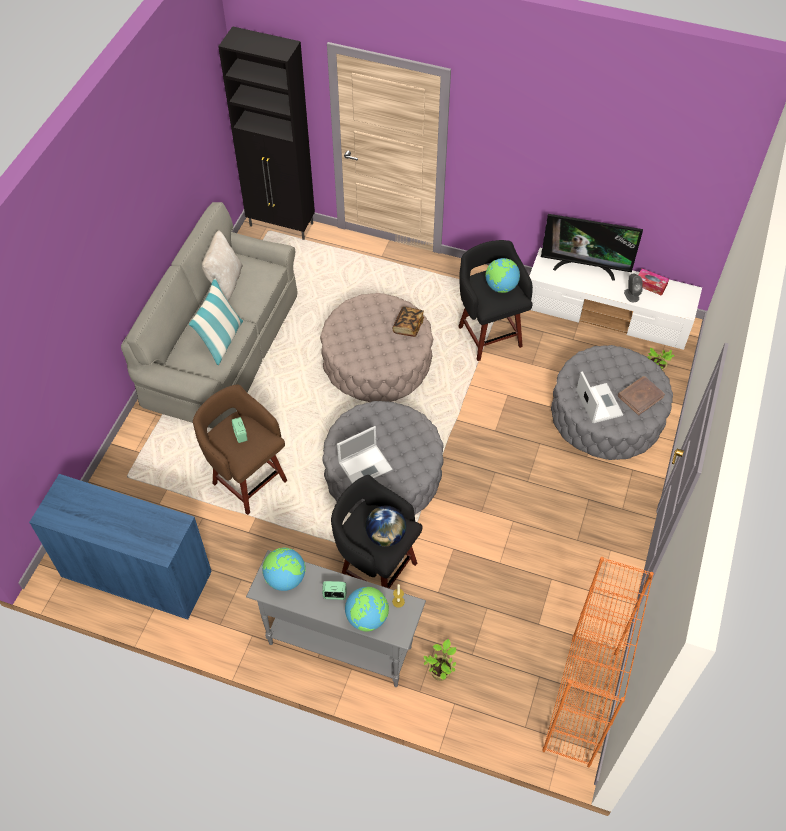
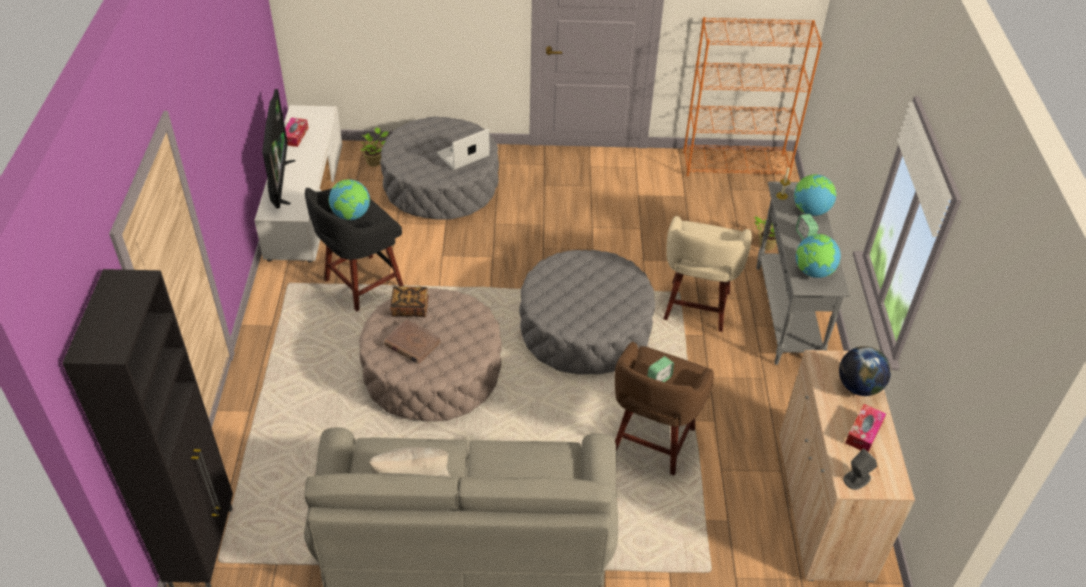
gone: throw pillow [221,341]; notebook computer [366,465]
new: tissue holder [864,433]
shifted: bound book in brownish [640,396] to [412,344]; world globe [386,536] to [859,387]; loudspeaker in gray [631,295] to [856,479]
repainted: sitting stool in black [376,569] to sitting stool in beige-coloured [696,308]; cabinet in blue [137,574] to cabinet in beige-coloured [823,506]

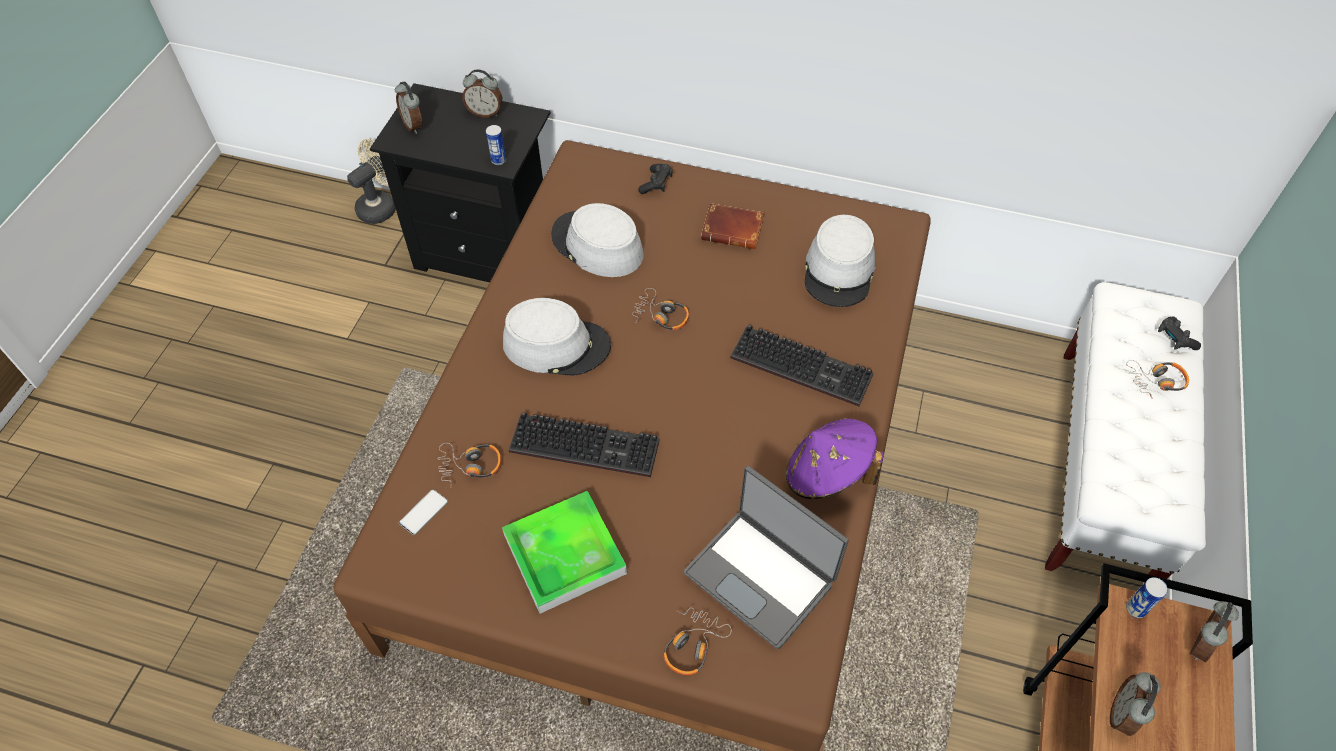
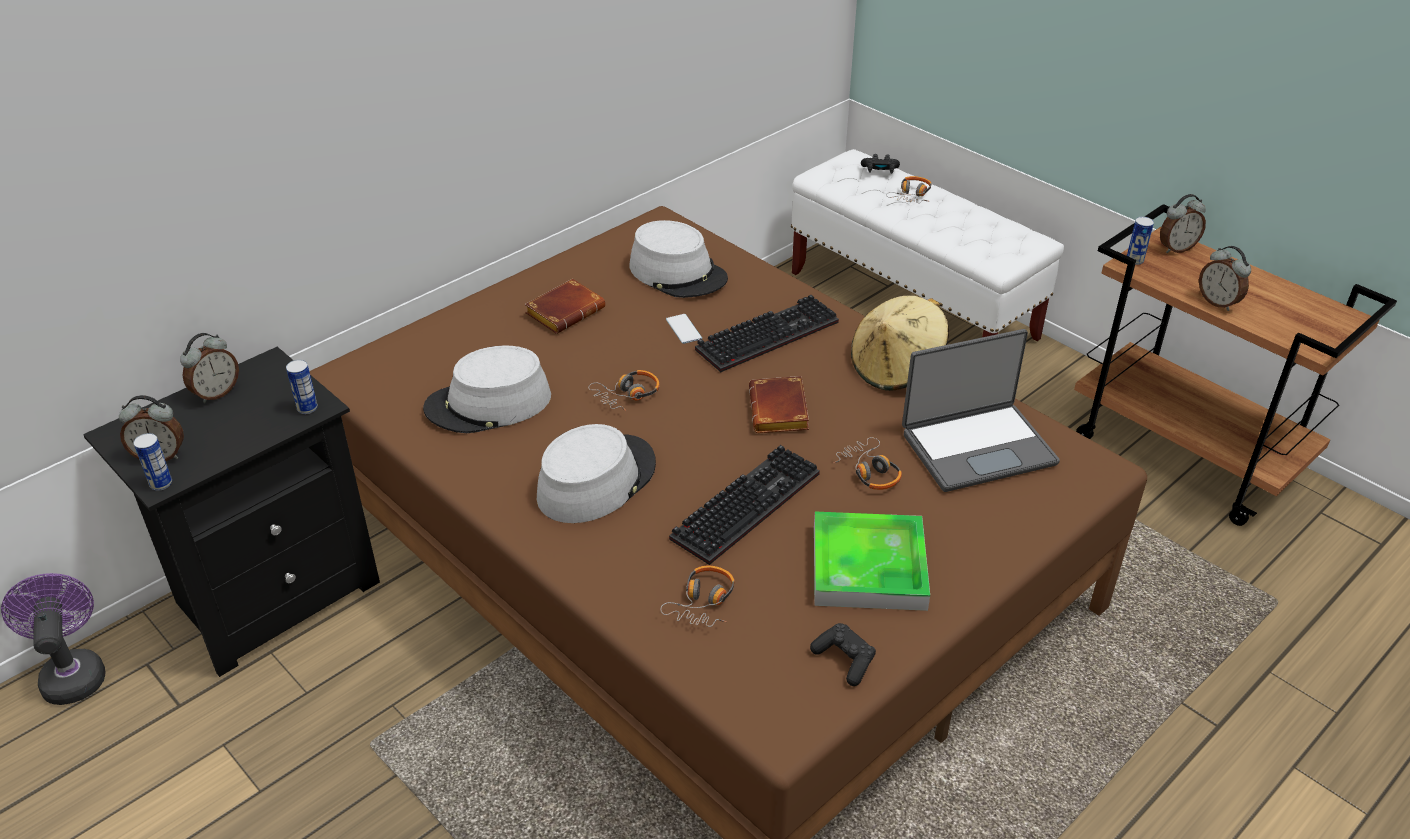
new: sealed can [161,483]; bound book in brownish [781,412]
shifted: telephone [423,512] to [683,329]; game controller in black [656,184] to [844,660]; headset [692,645] to [869,471]
repainted: fan in beige-coloured [381,206] to fan in purplish [73,673]; hat in purplish [827,474] to hat in beige-coloured [896,368]
rotated: alarm clock [1197,643] = [1176,248] 90 degrees clockwise

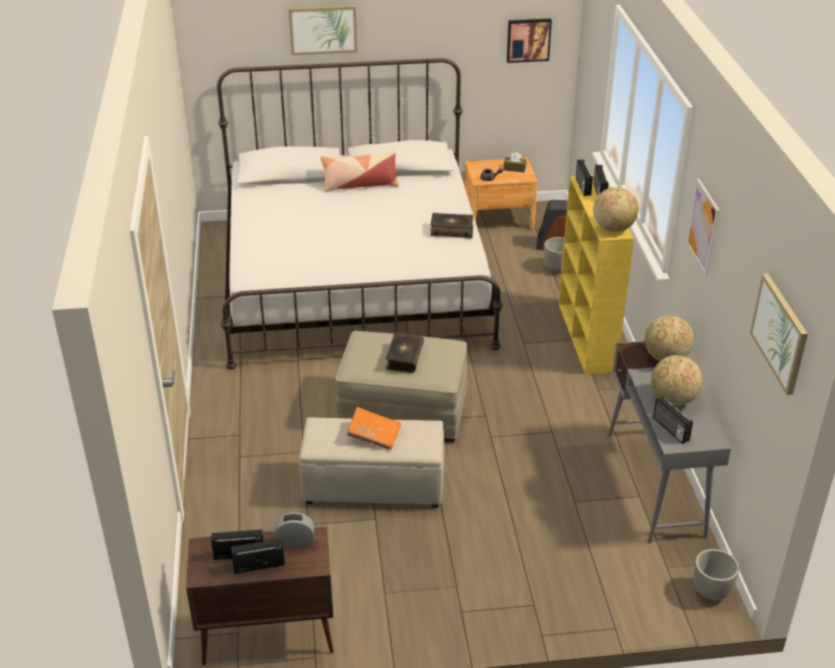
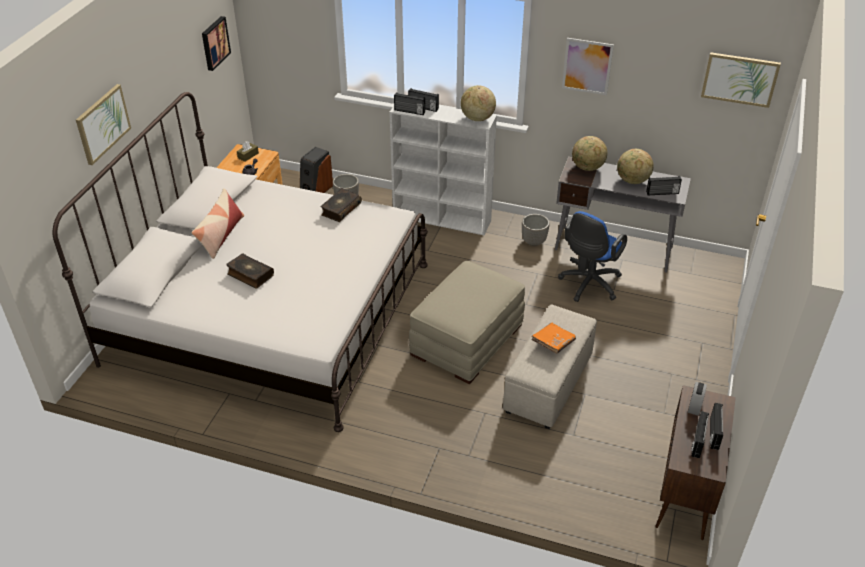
new: computer chair in blue [588,285]
shifted: bound book [403,358] to [250,275]; flower pot [711,592] to [534,242]
repainted: bookcase in yellow [587,337] to bookcase in white [443,219]

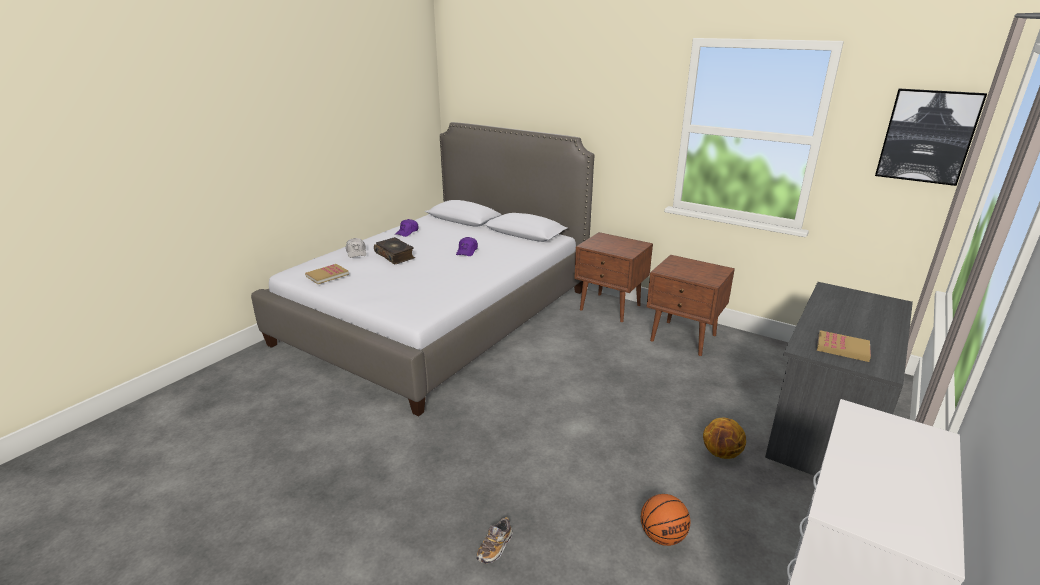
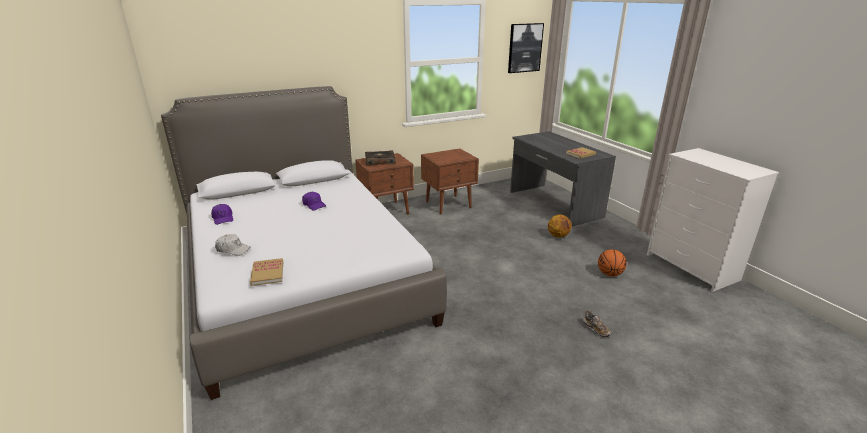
shifted: bound book [395,255] to [380,162]

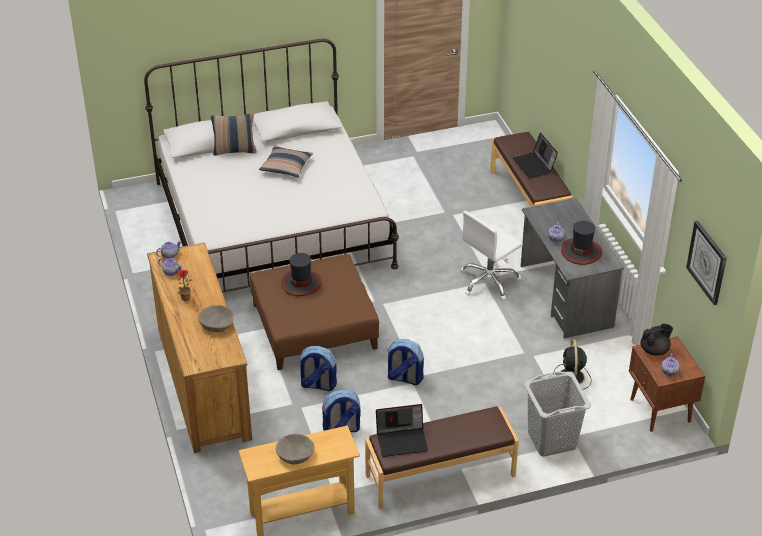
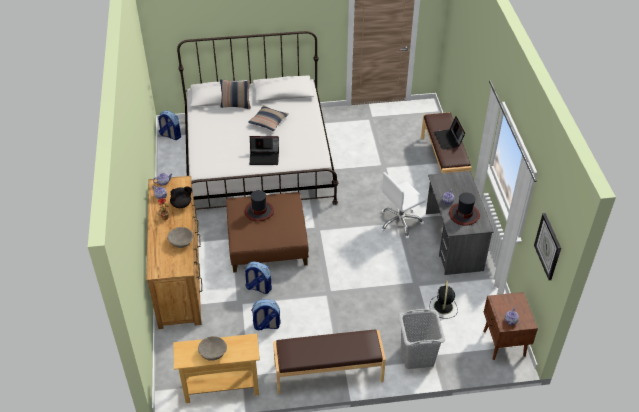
shifted: knapsack [404,378] to [170,135]; pot for tea in black [654,350] to [182,204]; notebook computer [402,440] to [264,157]

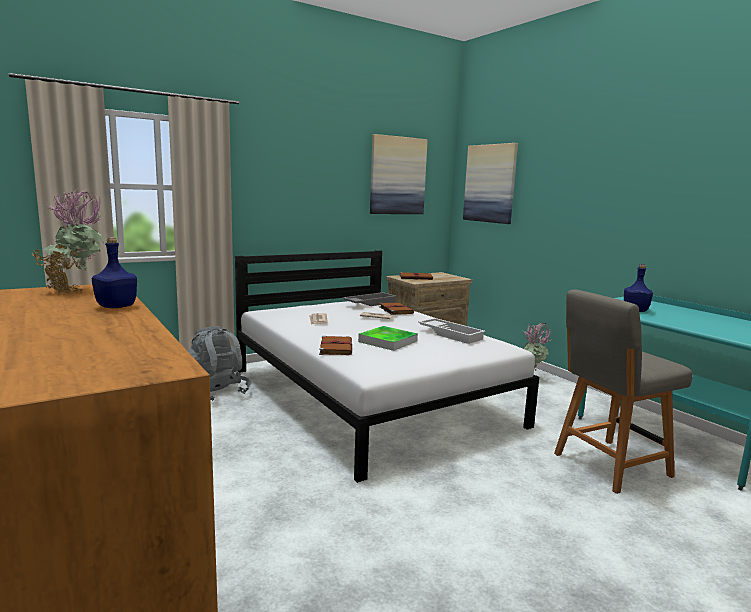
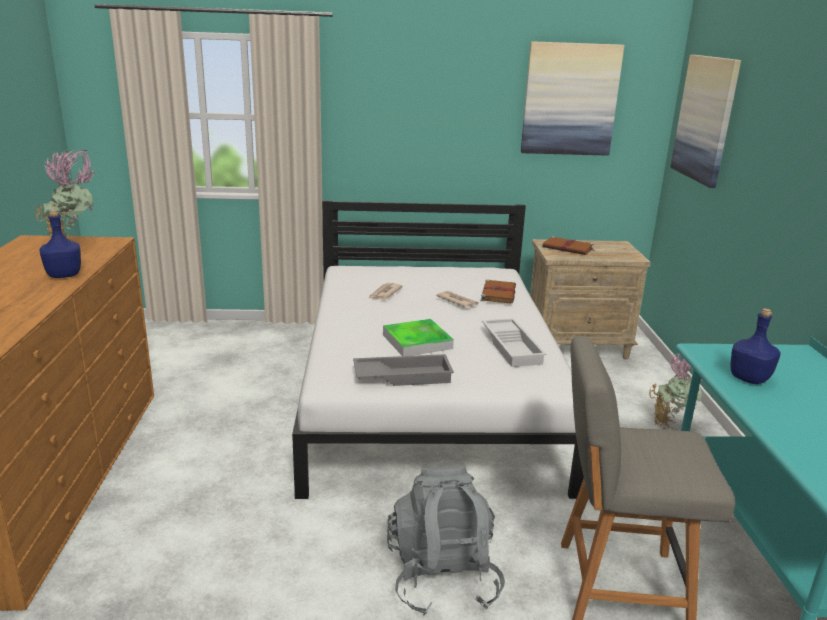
gone: bound book in brownish [336,347]
shifted: serving tray in gray [369,303] to [403,376]; knapsack in gray [215,392] to [442,577]

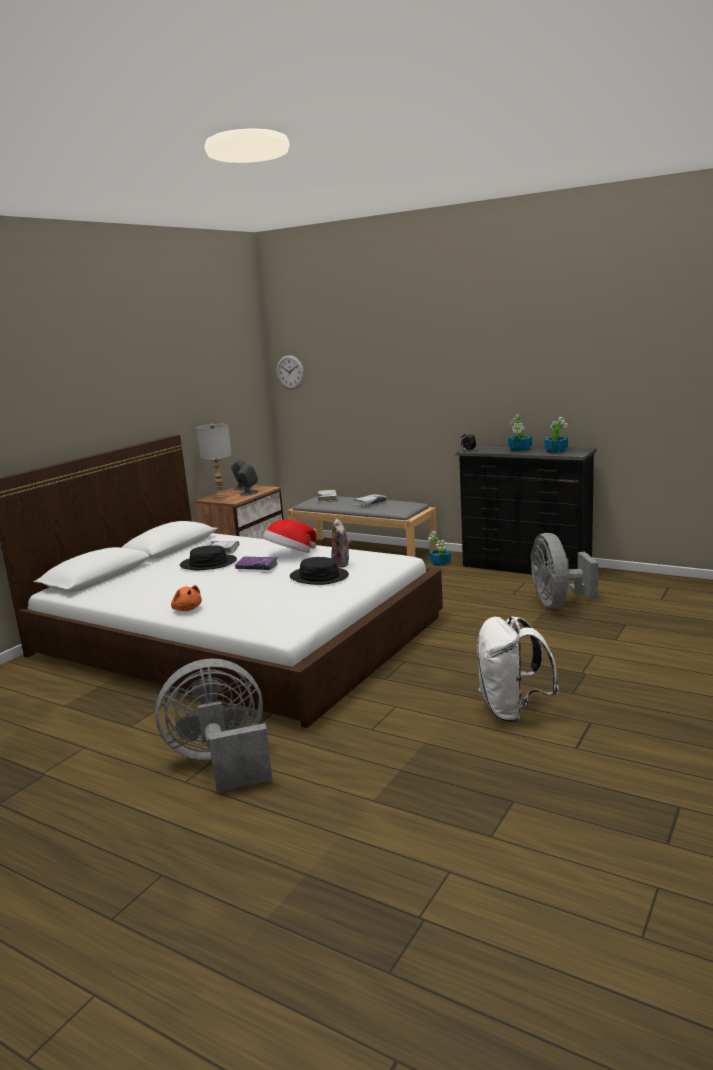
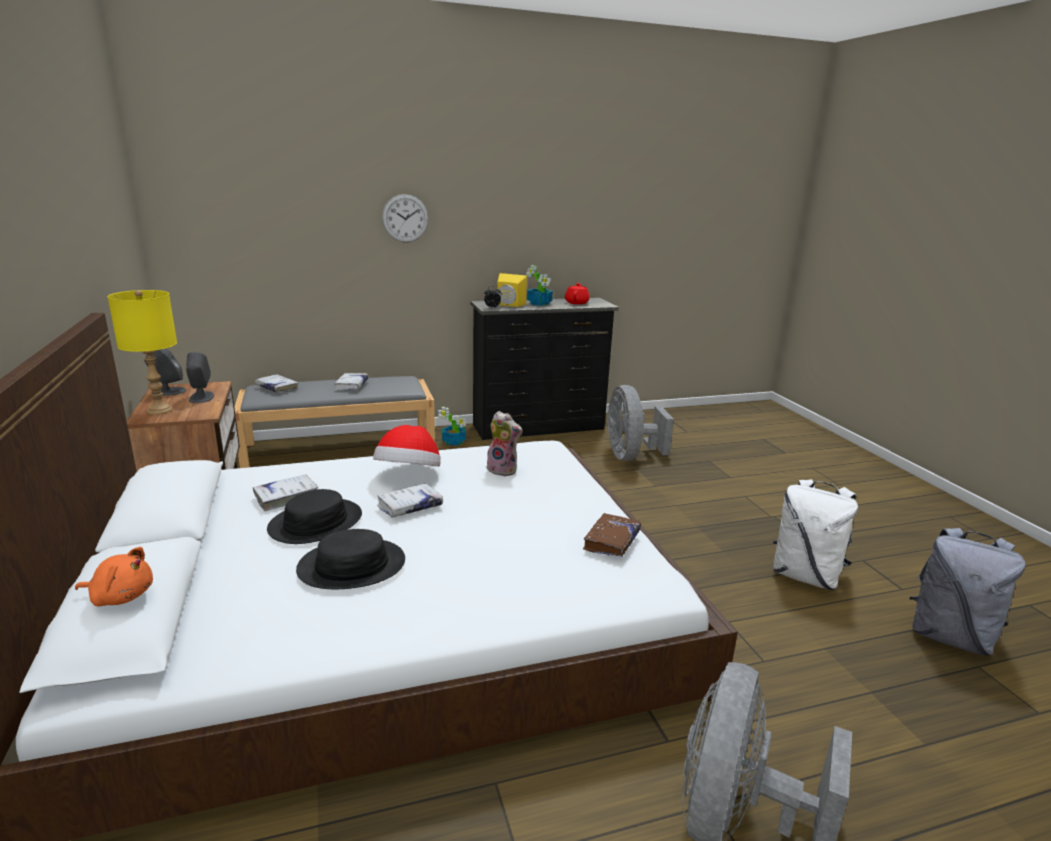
new: loudspeaker in yellow [509,305]; bound book in brownish [611,541]; knapsack in gray [949,636]
shifted: soft toy in orange [187,609] to [121,596]; hat in black [319,577] to [352,566]; wall clock [290,372] to [405,218]
swapped: houseplant [556,451] to pot for tea in reddish [577,302]
repainted: tabletop lamp in gray [220,496] to tabletop lamp in yellow [159,410]; bound book in purplish [257,567] to bound book in white [410,506]
rotated: fan in gray [558,603] = [630,456] 45 degrees clockwise

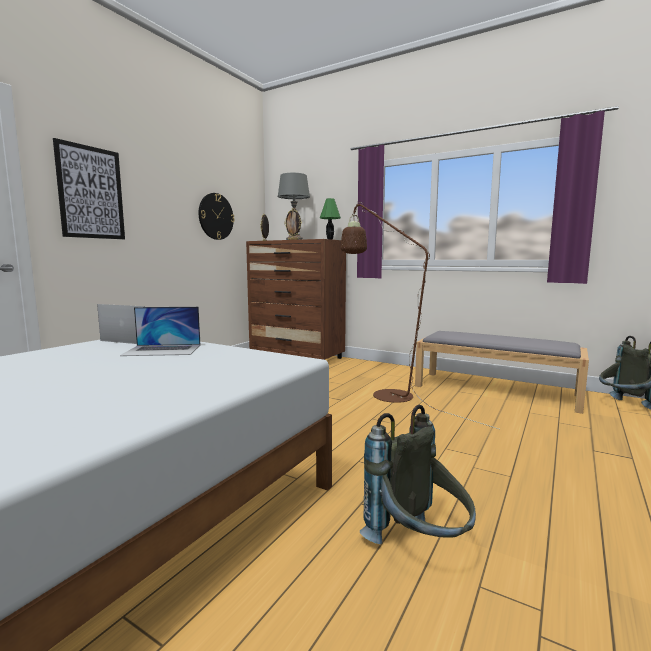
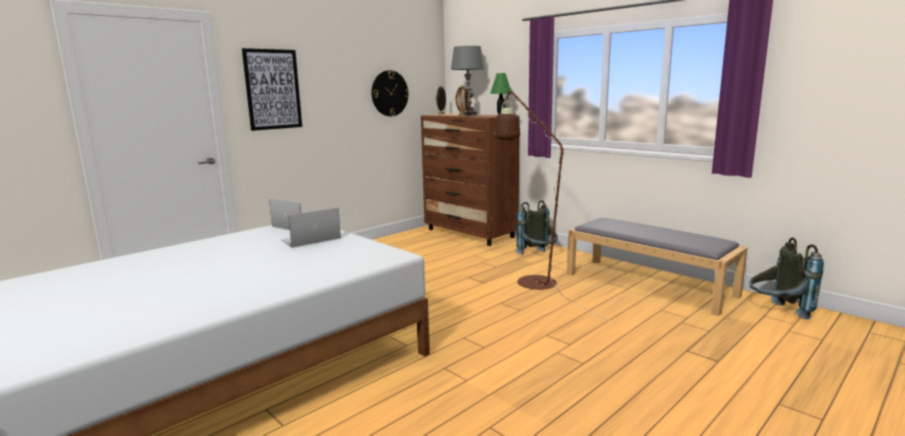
shifted: knapsack in gray [419,546] to [537,256]
rotated: notebook computer [163,350] = [310,239] 135 degrees clockwise

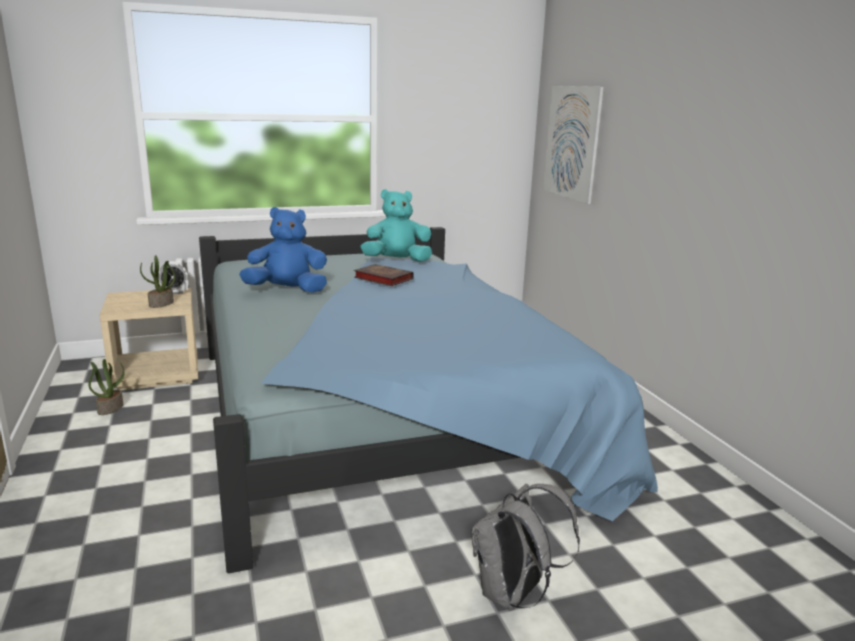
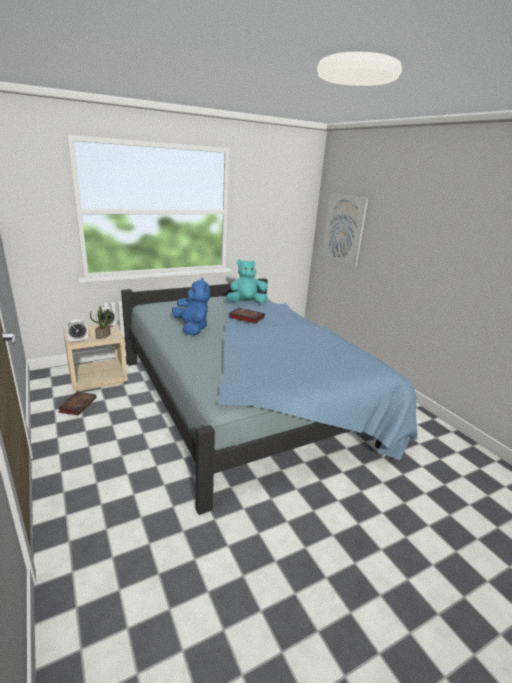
gone: knapsack in gray [513,595]
new: alarm clock [78,340]
swapped: houseplant [110,408] to bound book [78,405]
rotated: soft toy in blue [287,290] = [192,328] 75 degrees clockwise

